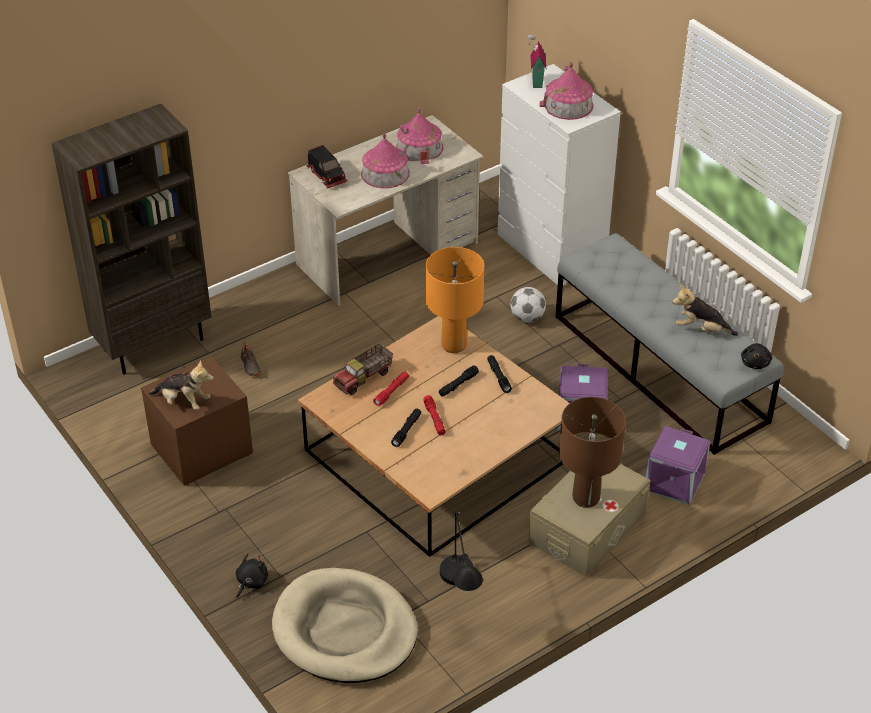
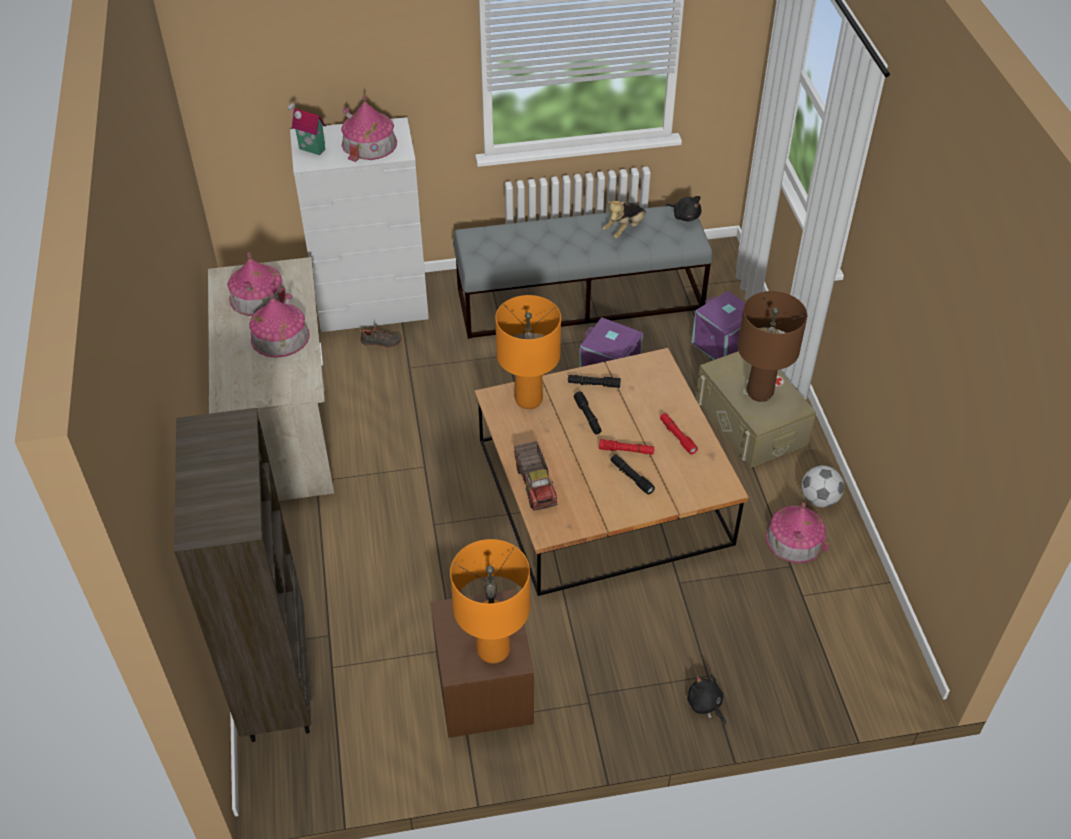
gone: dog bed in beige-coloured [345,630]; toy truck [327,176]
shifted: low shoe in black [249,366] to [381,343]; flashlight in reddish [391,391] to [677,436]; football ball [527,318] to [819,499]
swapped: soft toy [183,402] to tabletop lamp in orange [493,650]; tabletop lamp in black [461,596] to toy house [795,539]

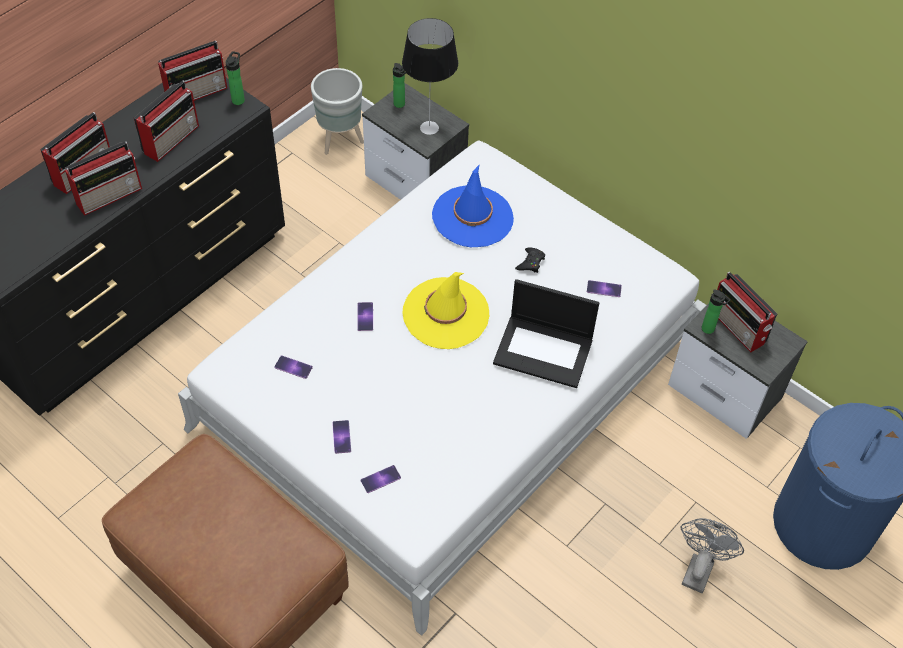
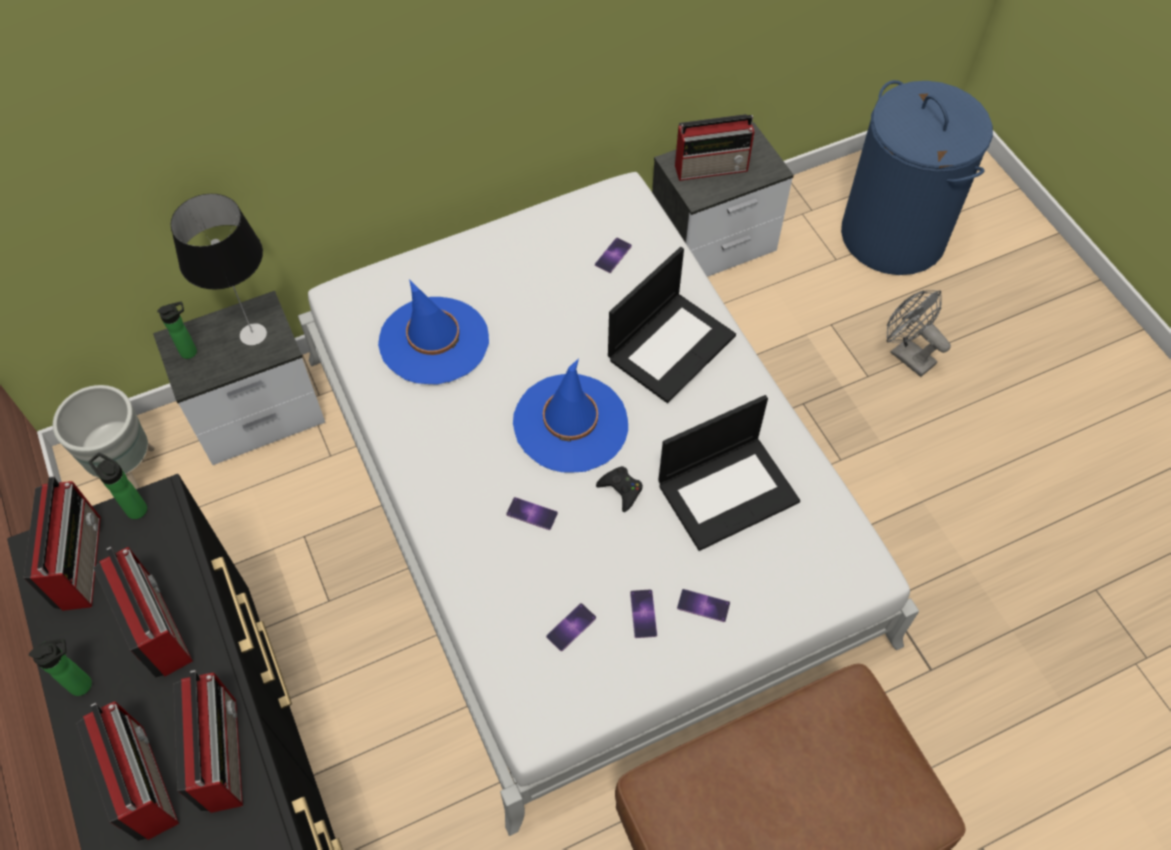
new: notebook computer [728,491]
shifted: beverage bottle [709,330] to [84,684]; game controller in black [530,262] to [621,490]; telephone [380,479] to [643,613]
repainted: hat in yellow [446,313] to hat in blue [571,423]

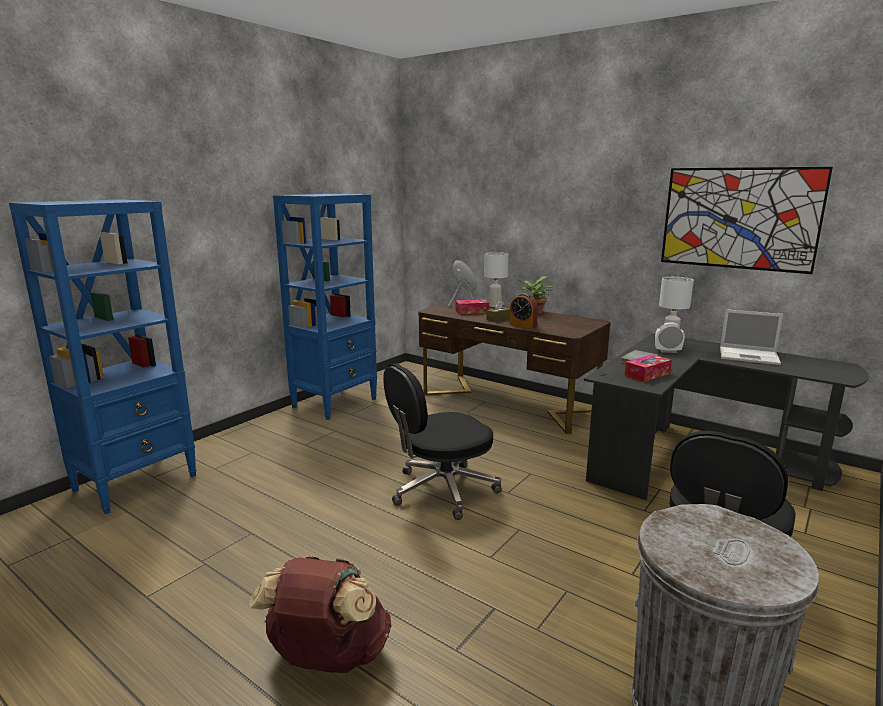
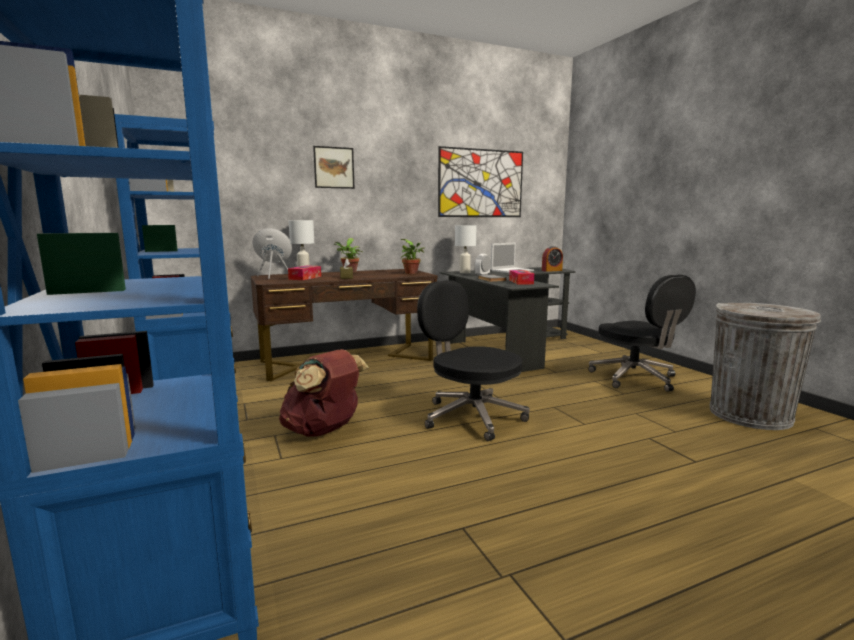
new: wall picture [334,167]; houseplant [412,273]
shifted: knapsack in brownish [328,658] to [323,431]; alarm clock [523,325] to [551,270]
rotated: computer chair in black [441,490] = [470,416] 135 degrees clockwise

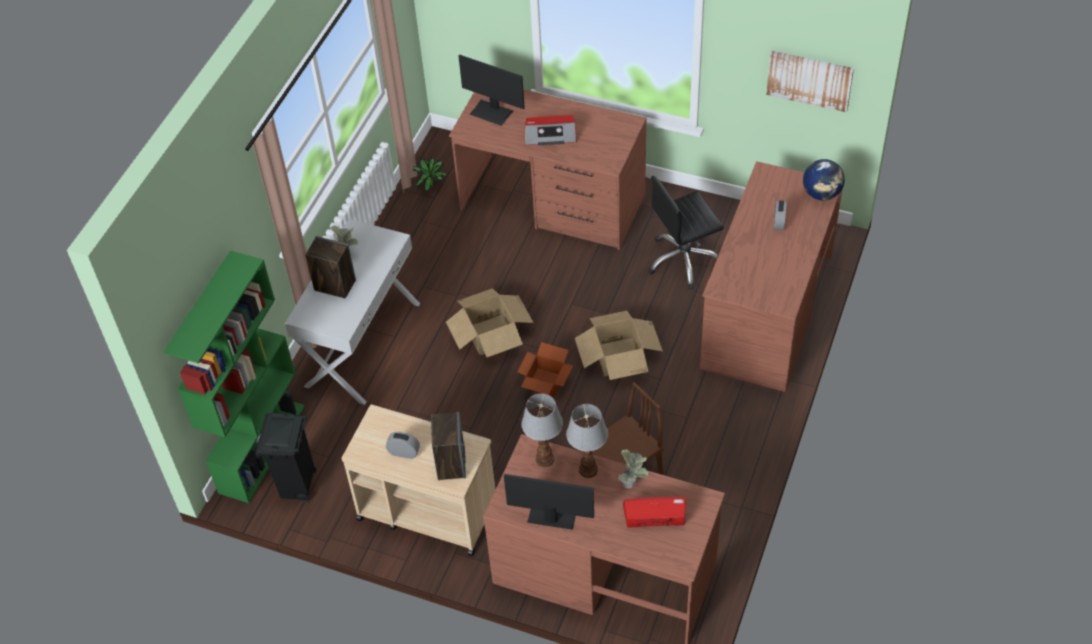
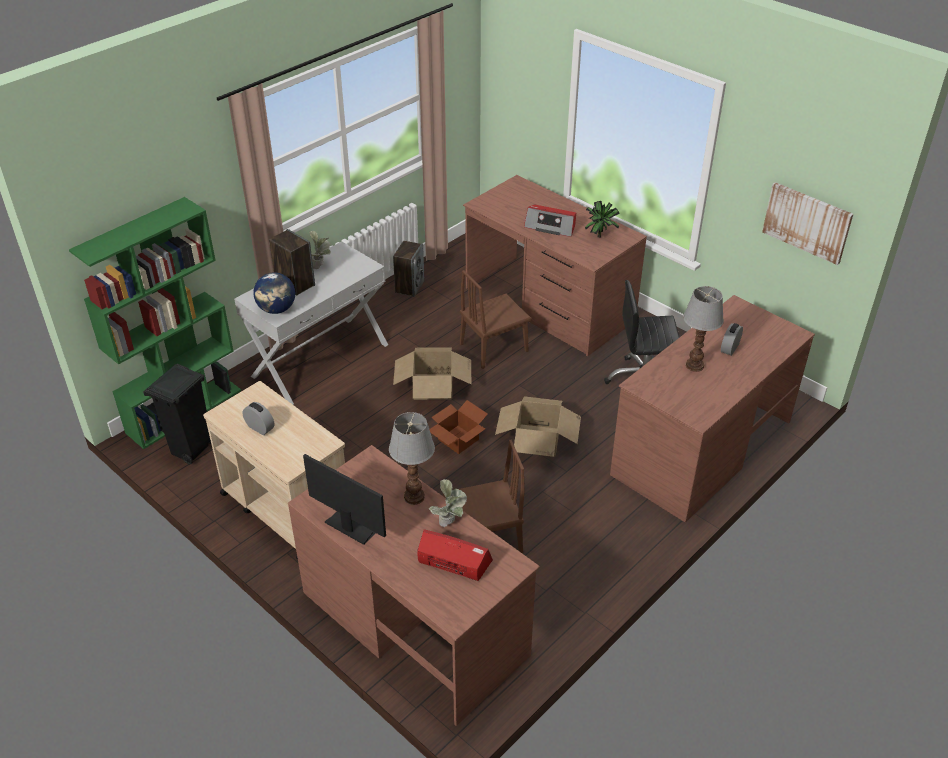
gone: computer screen [492,112]
new: plain chair in brownish [494,347]
shifted: world globe [821,194] to [277,309]; loudspeaker [450,463] to [409,287]; houseplant [431,187] to [600,235]; tabletop lamp [545,459] to [694,366]

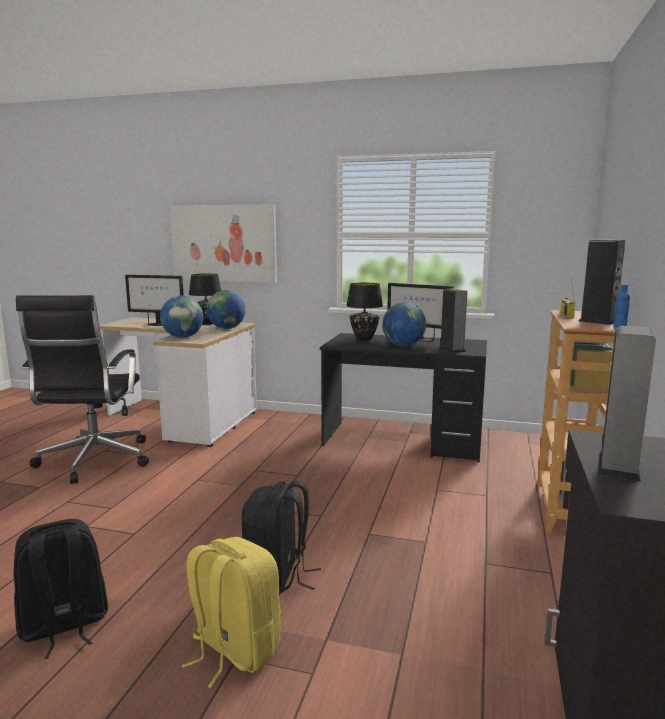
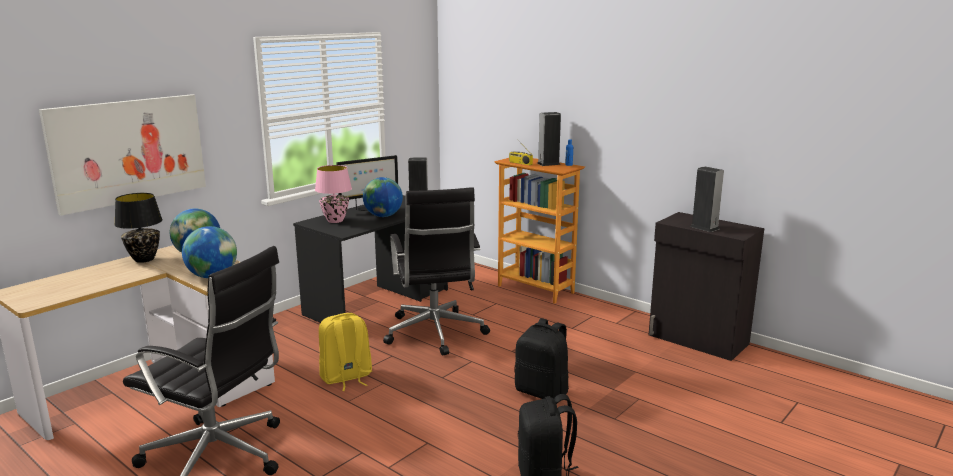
gone: computer screen [157,324]
new: computer chair in black [435,333]
shifted: knapsack in yellow [234,651] to [346,378]
repainted: tabletop lamp in black [364,338] to tabletop lamp in pinkish [335,220]

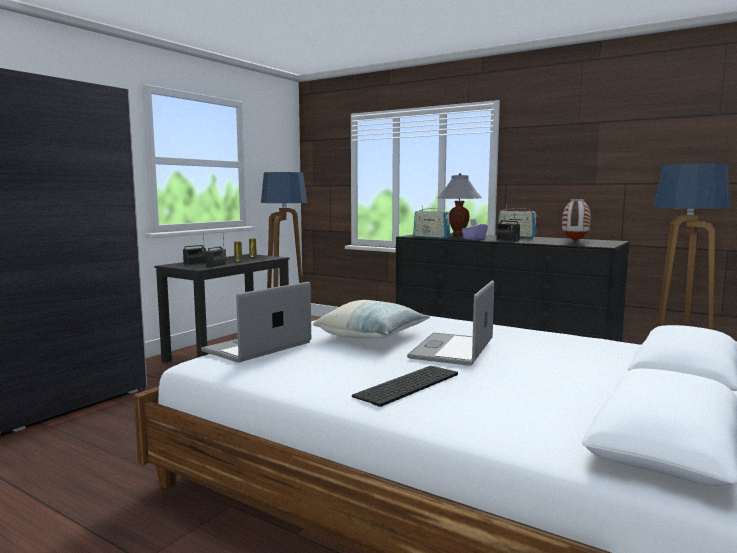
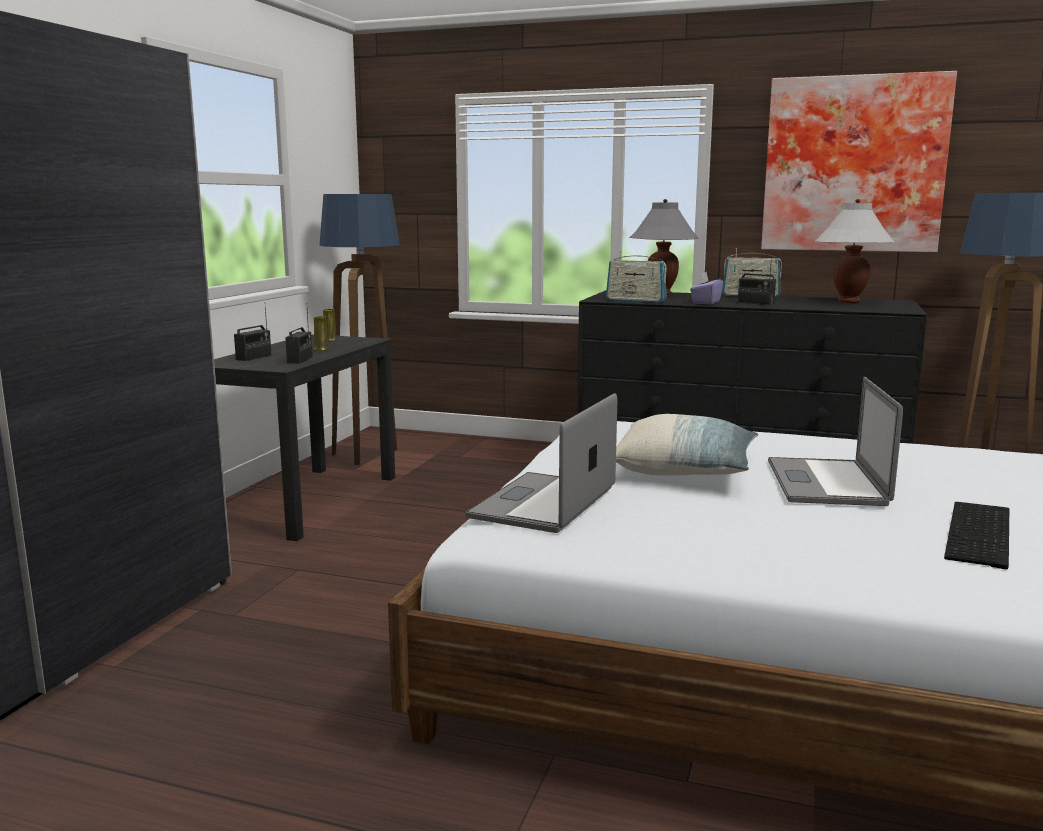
new: wall picture [853,165]
shifted: PC keyboard [408,386] to [982,534]
swapped: decorative vase [575,241] to tabletop lamp in white [849,302]

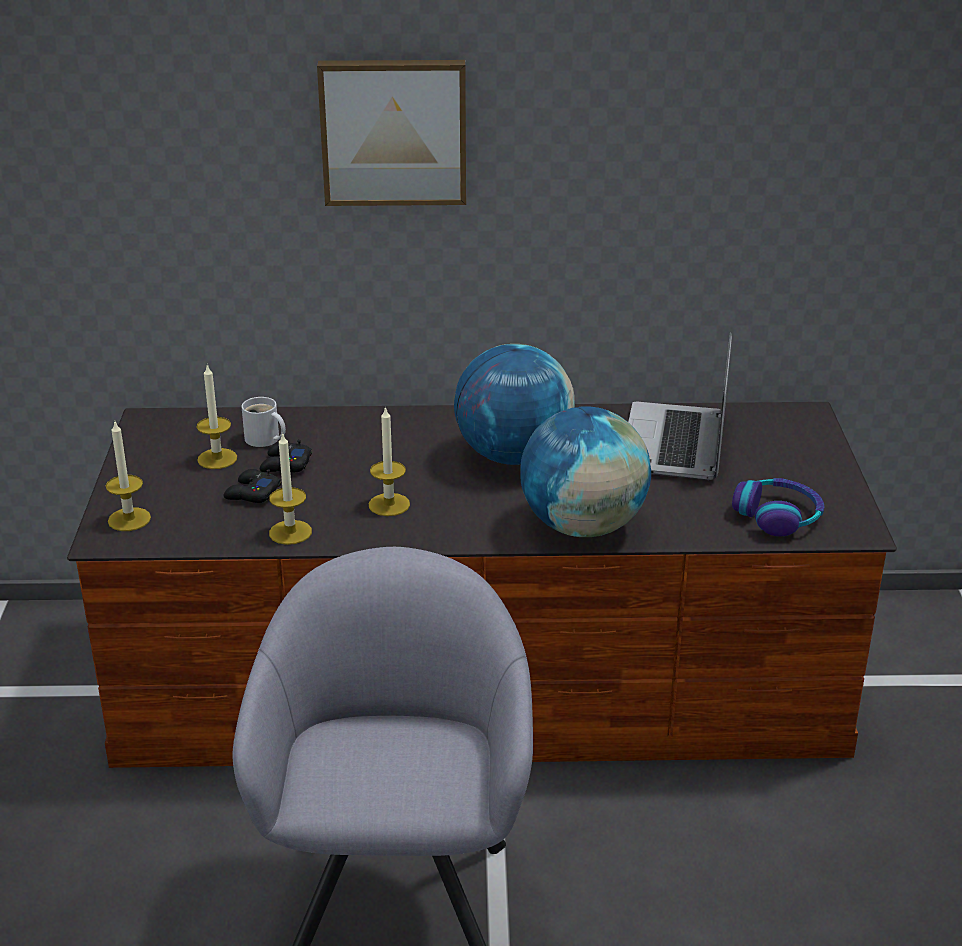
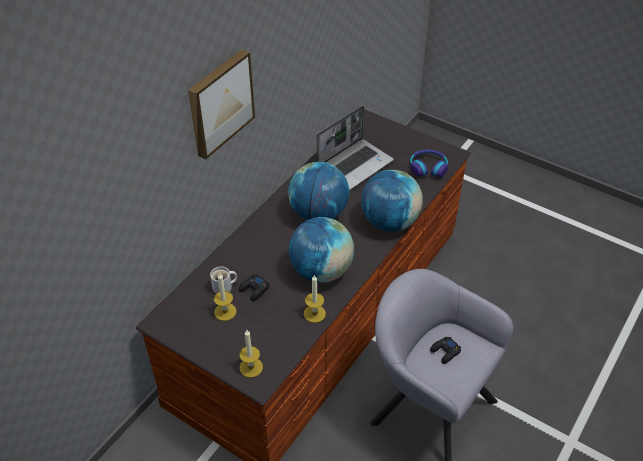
shifted: game controller in black [252,493] to [445,352]
swapped: wax candle [389,504] to world globe [321,271]
rotated: notebook computer [675,445] = [355,164] 90 degrees counterclockwise

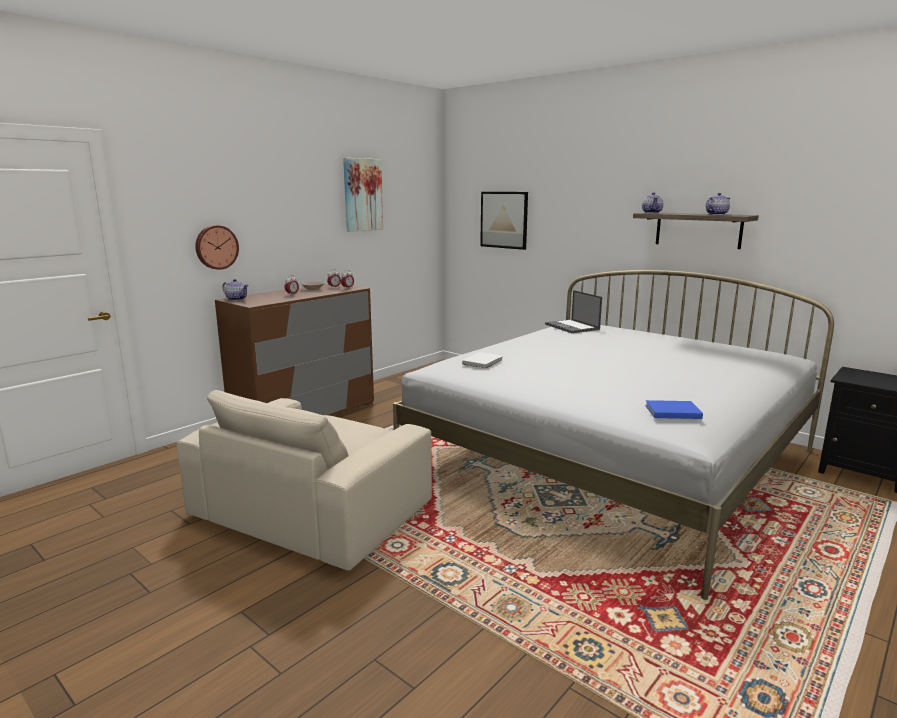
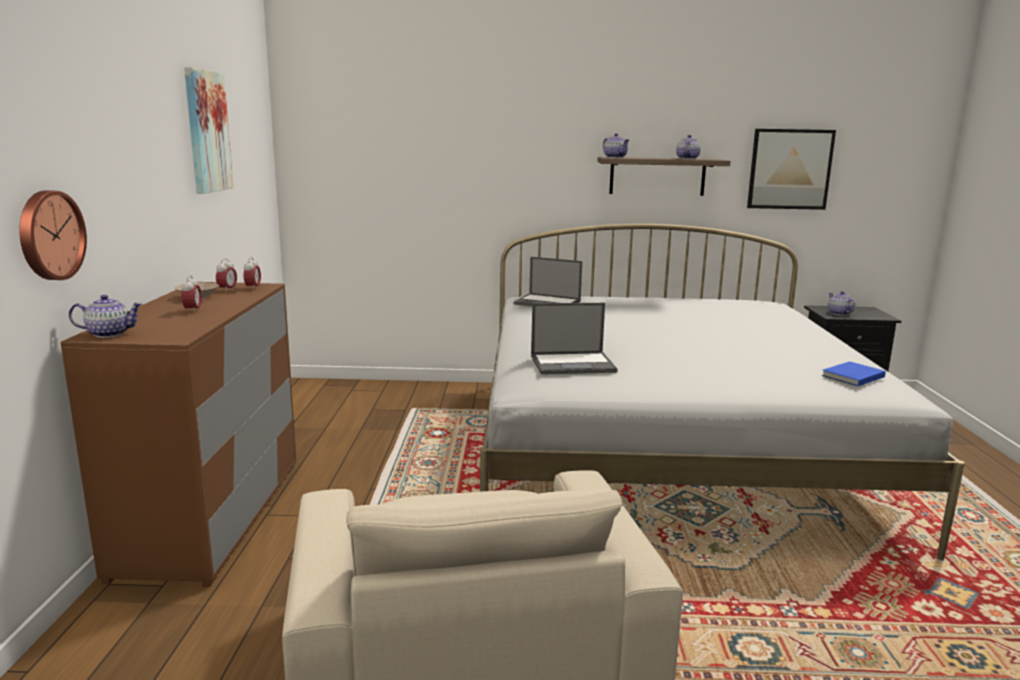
new: pot for tea [839,313]
shifted: wall picture [504,220] to [790,169]
swapped: bound book in white [483,362] to notebook computer [573,364]

